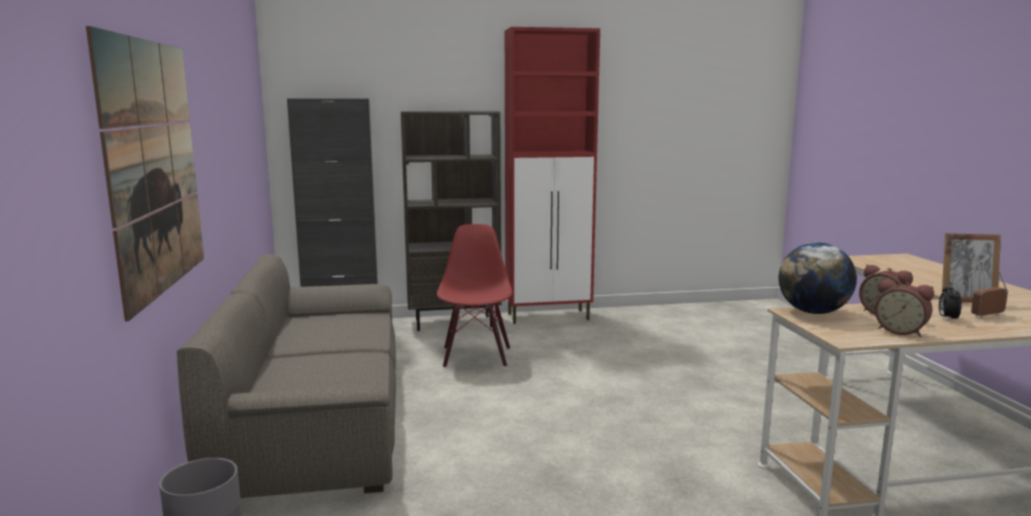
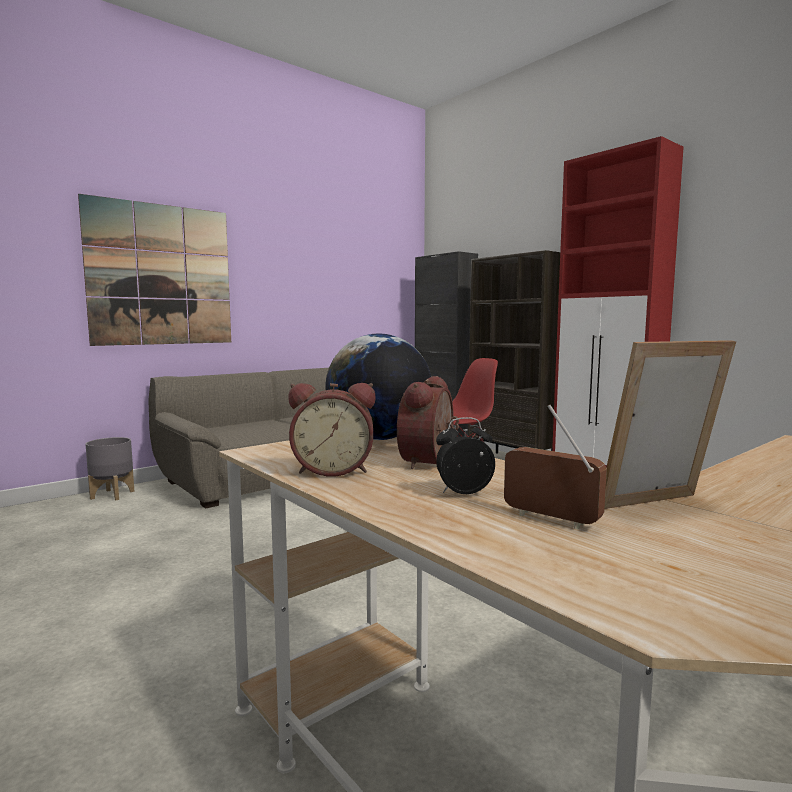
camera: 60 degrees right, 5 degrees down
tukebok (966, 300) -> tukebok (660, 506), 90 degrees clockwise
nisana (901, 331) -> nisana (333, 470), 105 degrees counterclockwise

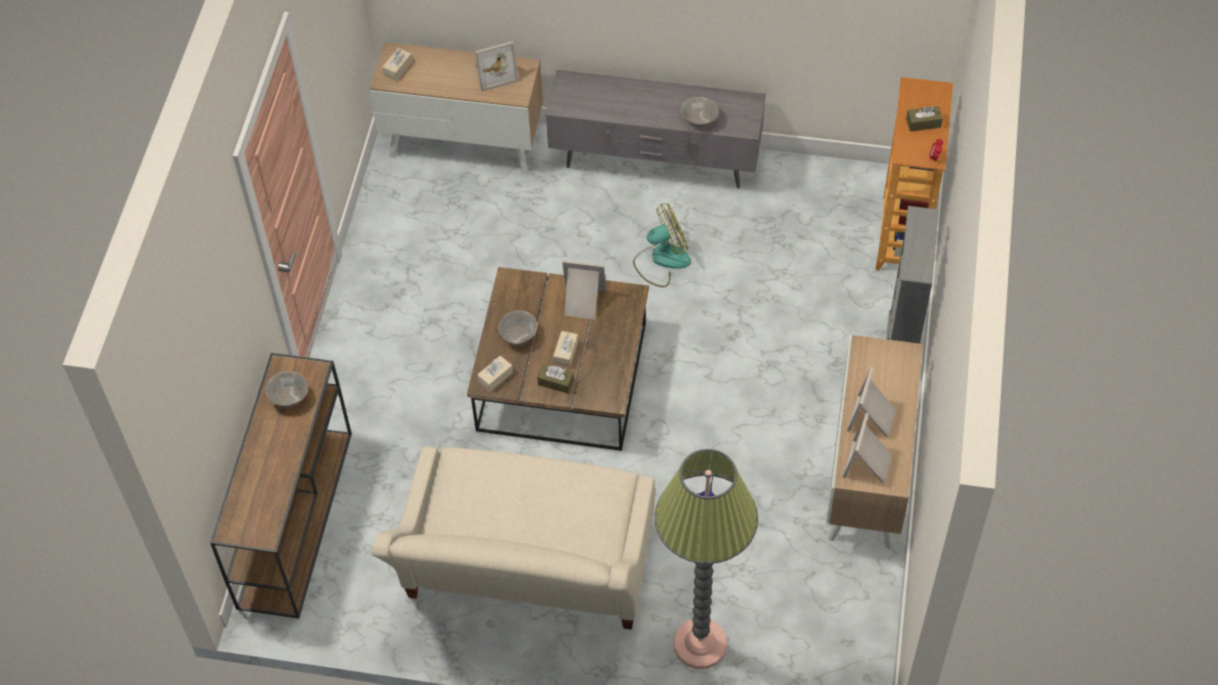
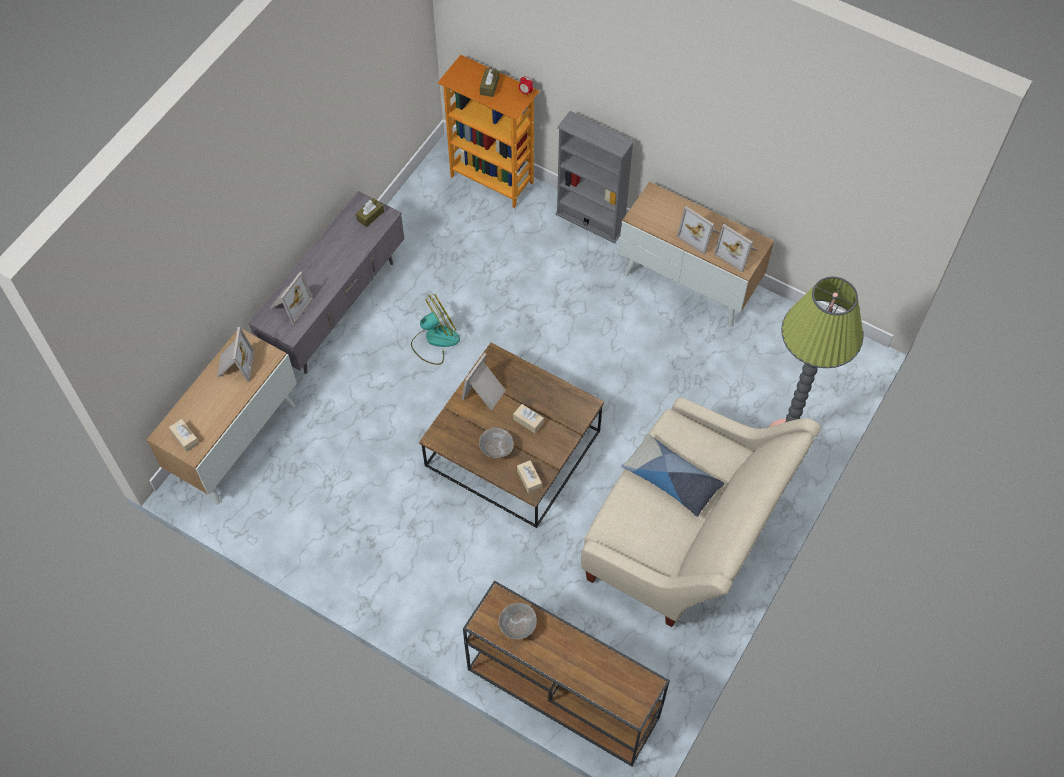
camera: 70 degrees left, 5 degrees up
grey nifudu (699, 120) -> none
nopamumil (661, 260) -> nopamumil (435, 340), 60 degrees clockwise
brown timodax (556, 382) -> brown timodax (370, 216), moved
none -> tukebok (289, 304)
none -> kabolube (671, 479)

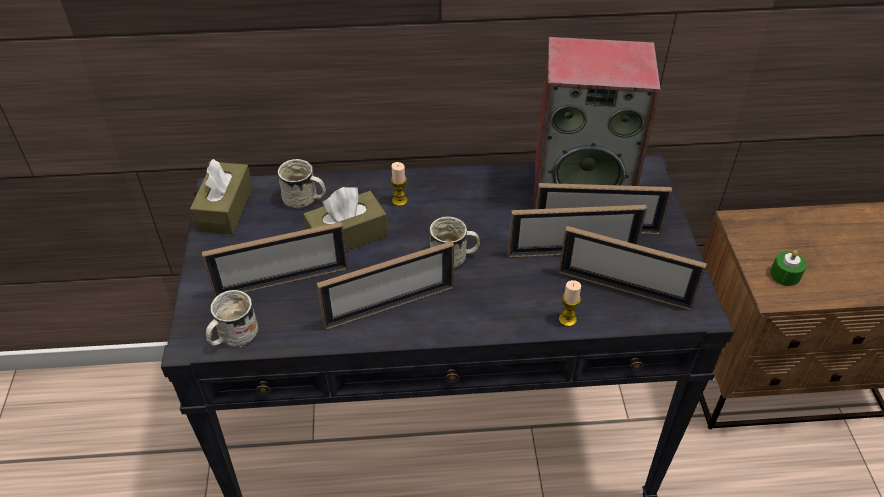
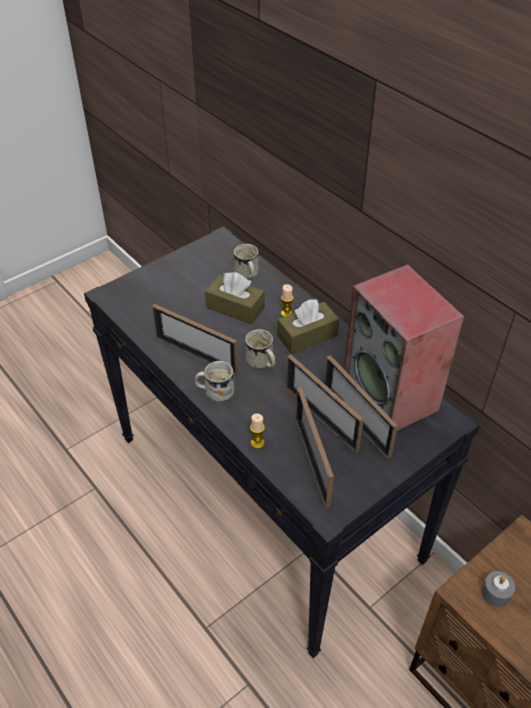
camera: 55 degrees right, 0 degrees up
brown timodax (225, 208) -> brown timodax (307, 336), moved
tukebok (282, 281) -> none
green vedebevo (785, 274) -> grey vedebevo (495, 593)
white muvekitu (232, 337) -> white muvekitu (215, 391), moved

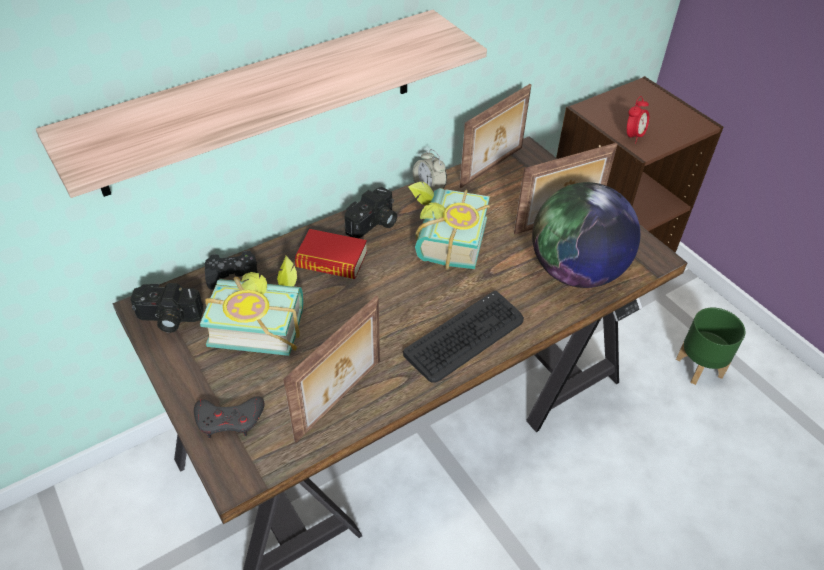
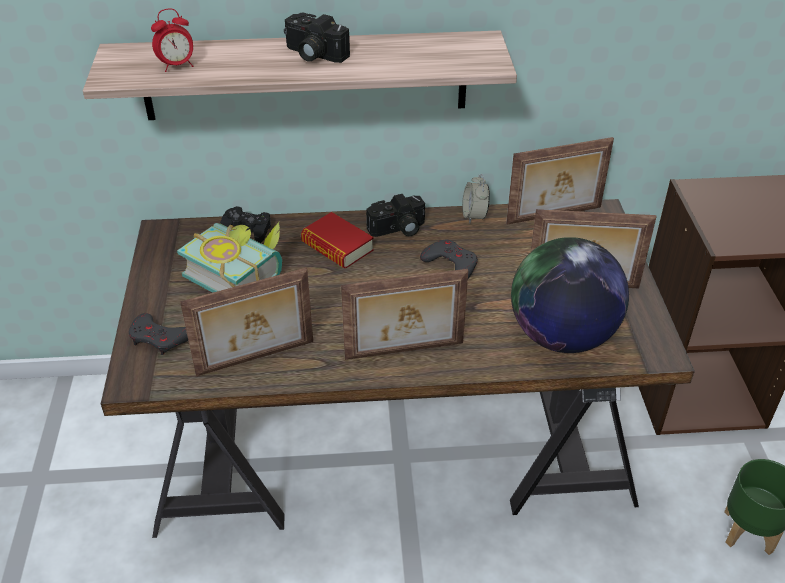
camera: 30 degrees right, 5 degrees down
nisana (633, 136) -> nisana (177, 66), moved
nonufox (442, 241) -> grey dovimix (451, 264)
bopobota (168, 319) -> bopobota (313, 54), moved
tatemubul (465, 337) -> tukebok (404, 352)

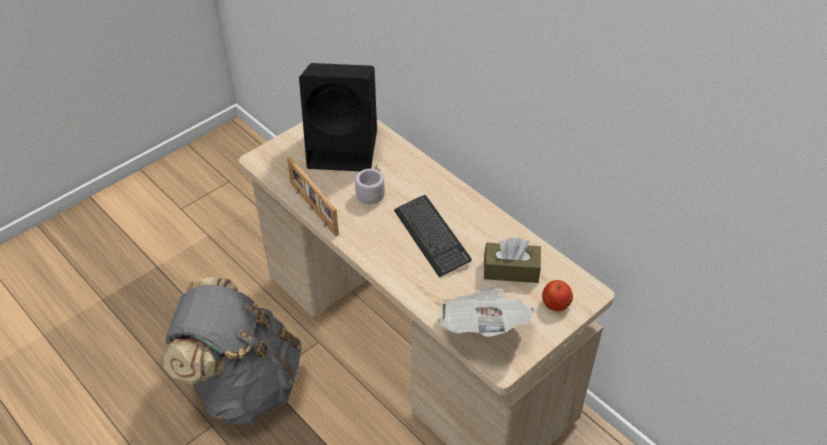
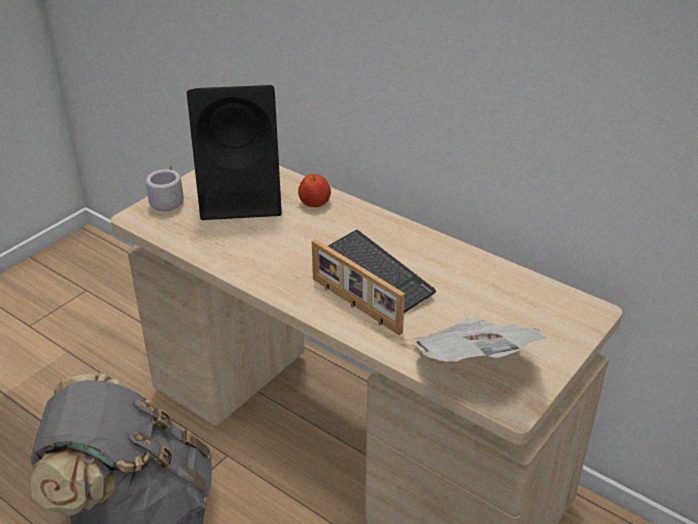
camera: 10 degrees left, 10 degrees down
tukebok (312, 208) -> tukebok (354, 306), moved
grey muvekitu (370, 192) -> grey muvekitu (166, 201), moved
brown timodax (511, 270) -> none
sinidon (556, 303) -> sinidon (314, 202), moved

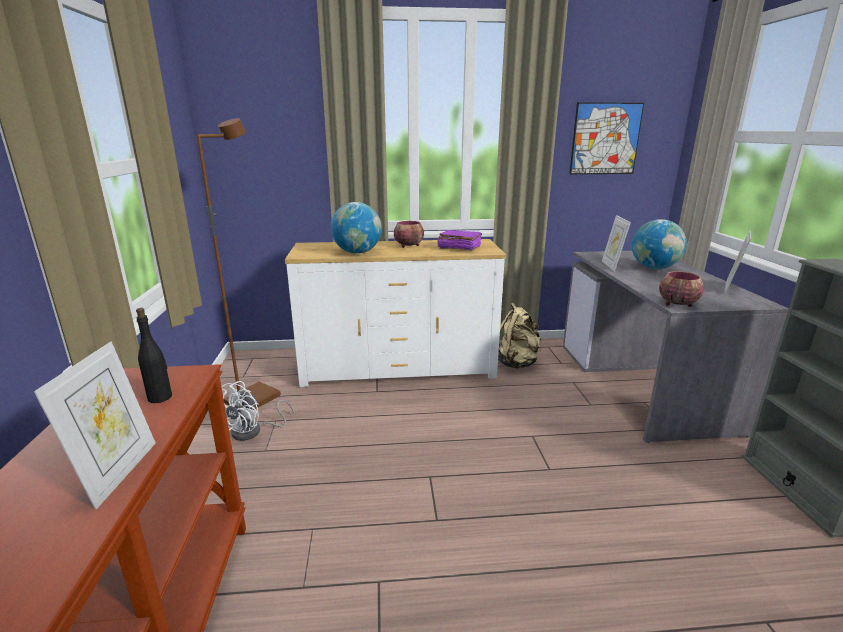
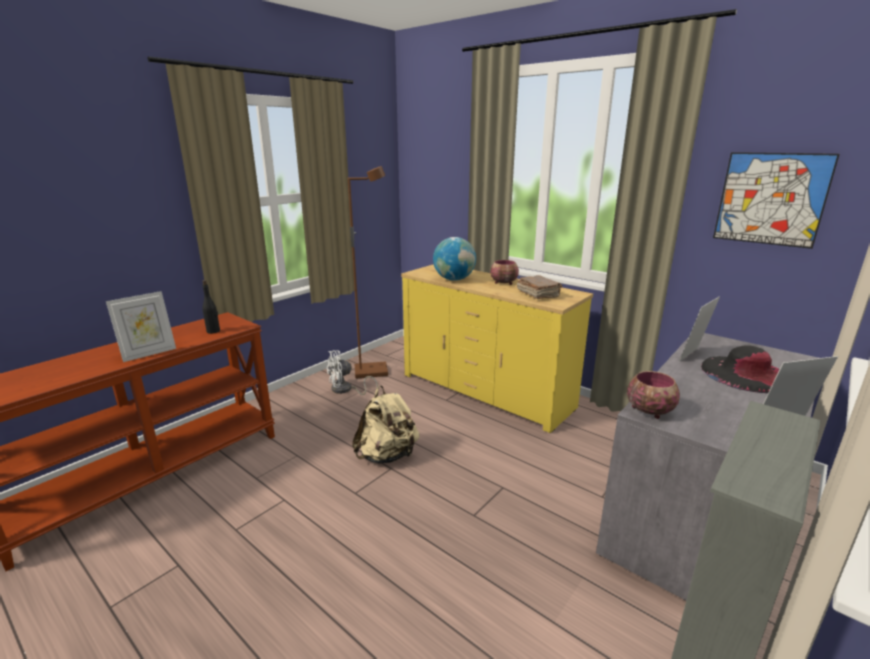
camera: 45 degrees right, 0 degrees up
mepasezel (654, 268) -> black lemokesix (745, 374)
purple nonufox (459, 248) -> brown nonufox (538, 294)
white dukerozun (398, 368) -> yellow dukerozun (486, 391)
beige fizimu (517, 363) -> beige fizimu (387, 455), moved

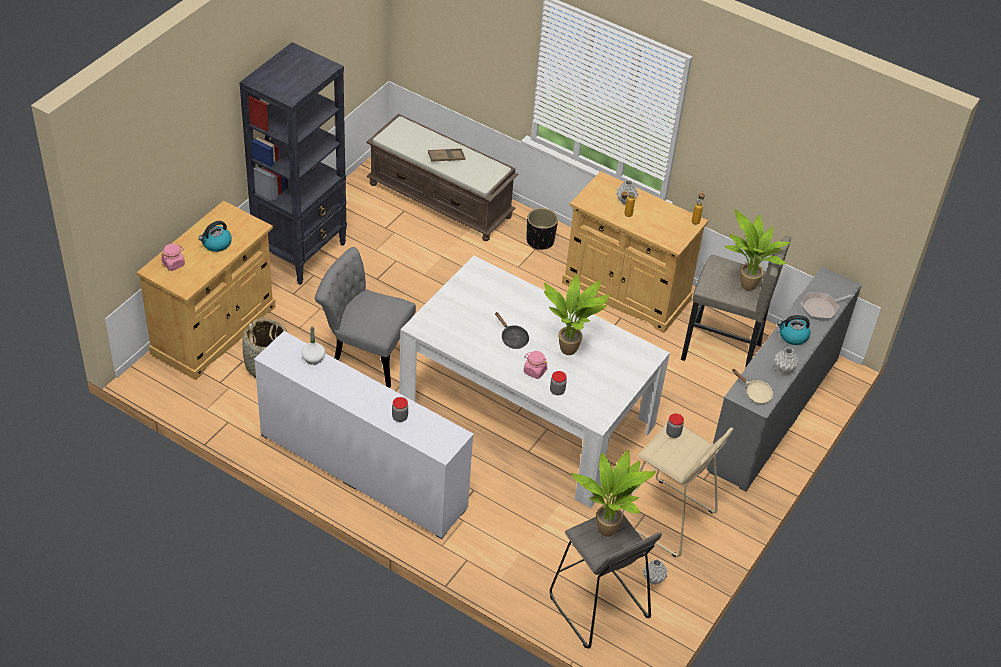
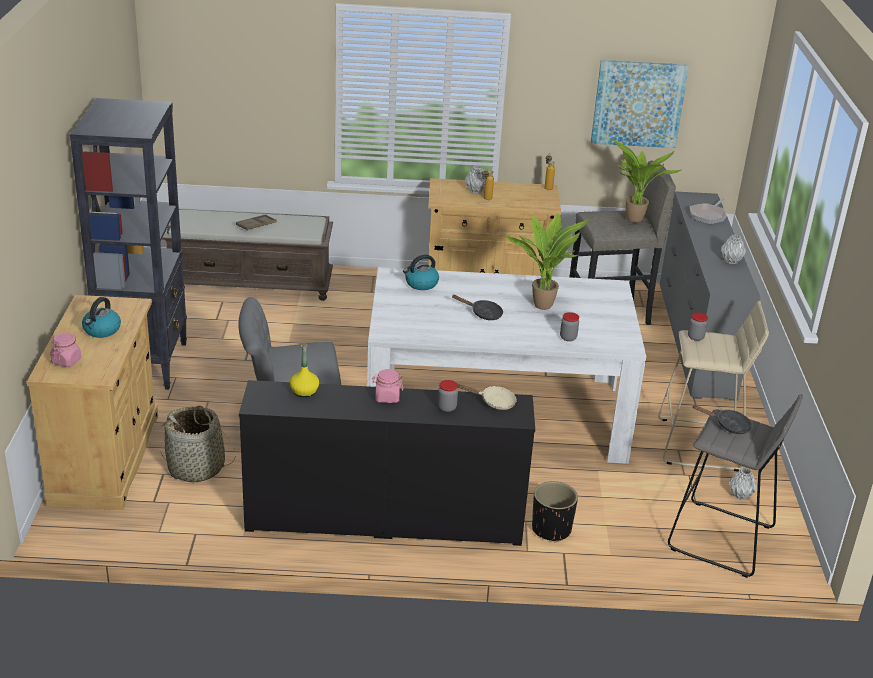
camera: 30 degrees left, 15 degrees down
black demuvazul (540, 241) -> black demuvazul (551, 529), moved
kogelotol (792, 336) -> kogelotol (421, 284), moved
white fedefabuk (313, 358) -> yellow fedefabuk (304, 391)
white dukerozun (363, 470) -> black dukerozun (384, 519)
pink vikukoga (534, 371) -> pink vikukoga (387, 397), moved
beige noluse (755, 393) -> beige noluse (494, 402), moved
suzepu (608, 527) -> black noluse (728, 425)
none -> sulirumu (638, 103)

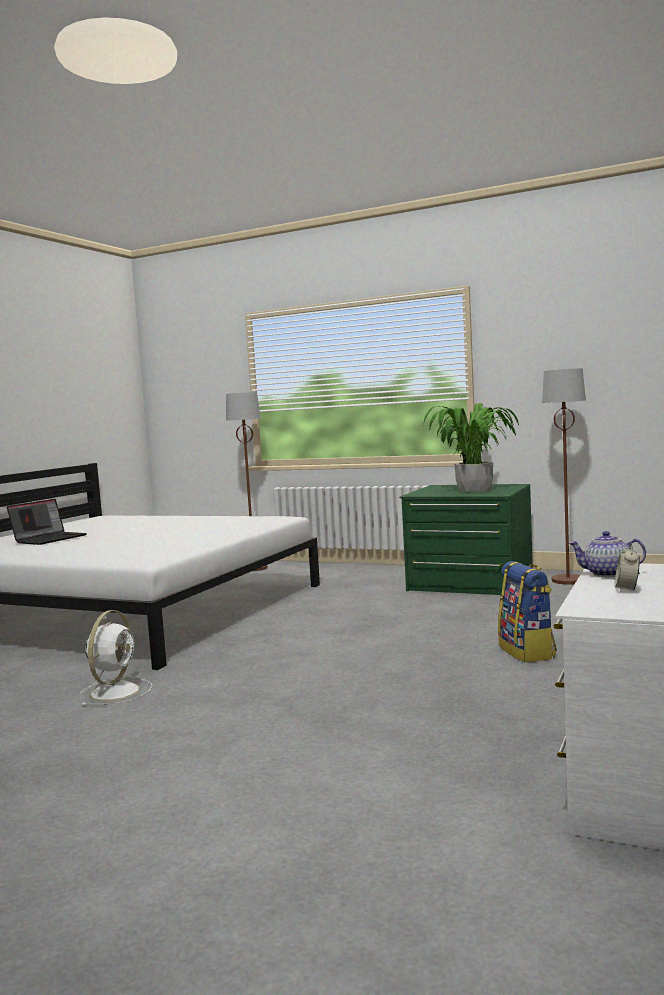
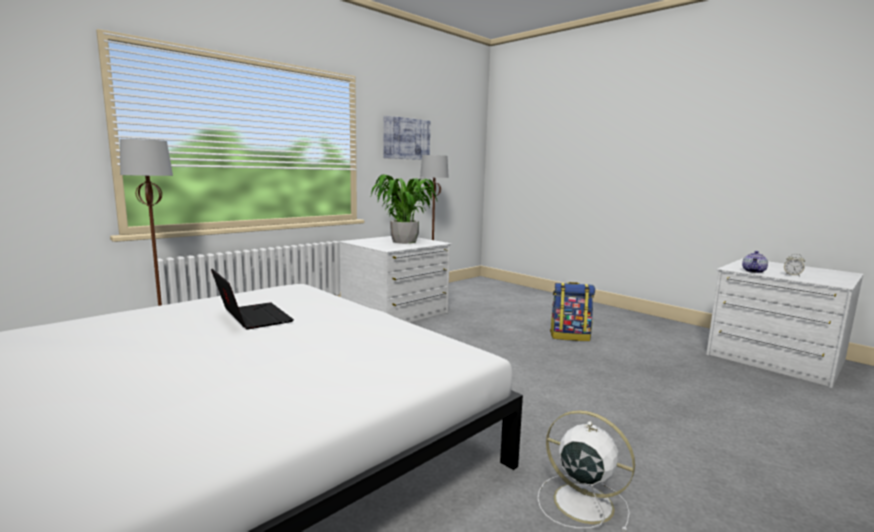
camera: 70 degrees left, 5 degrees up
green dukerozun (470, 583) -> white dukerozun (395, 312)
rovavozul (49, 539) -> rovavozul (251, 317), moved
none -> sulirumu (406, 138)

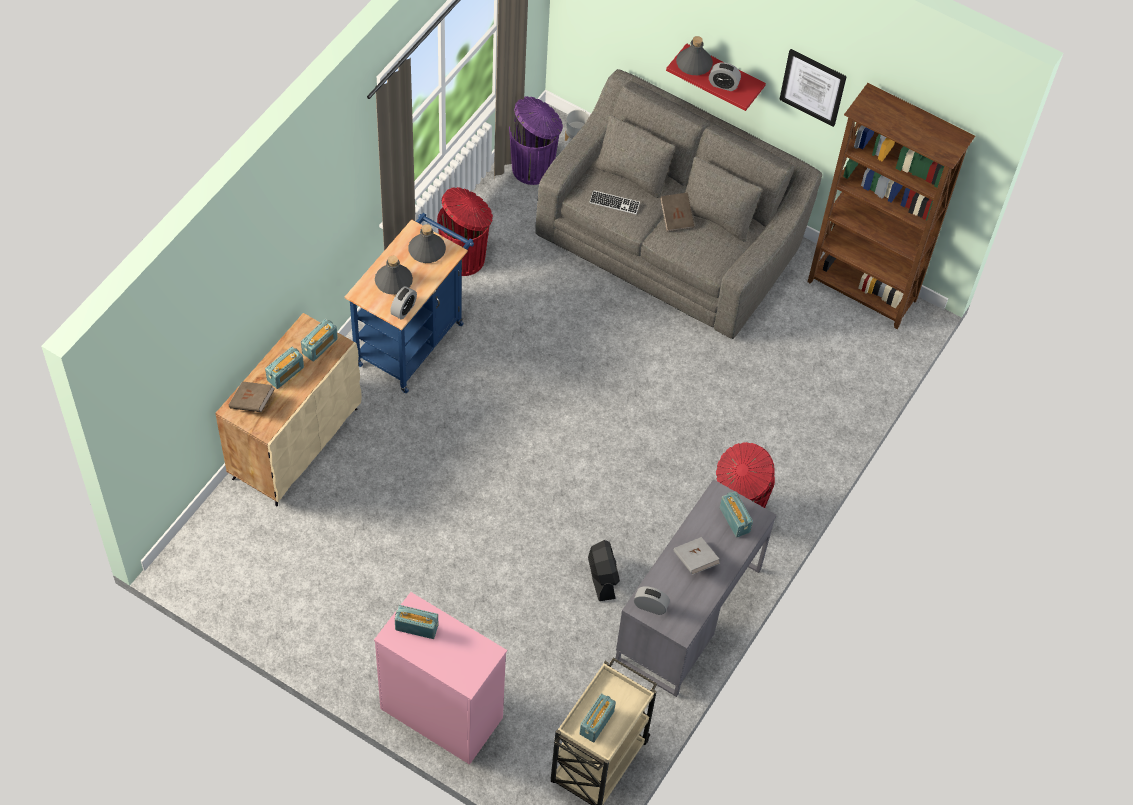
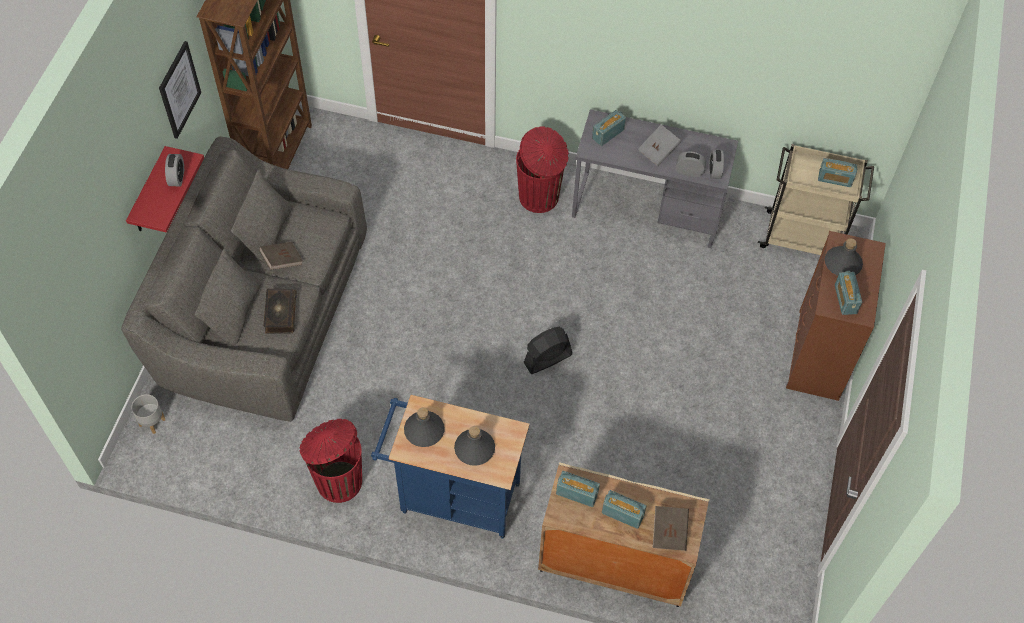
camera: 105 degrees left, 0 degrees up
grey fedefabuk (694, 64) -> grey fedefabuk (842, 263), moved
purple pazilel (534, 168) -> none
tatemubul (614, 203) -> nonufox (280, 314)
nisana (403, 309) -> nisana (689, 172), moved
black nopamumil (602, 577) -> black nopamumil (547, 359), moved
pink dukerozun (440, 712) -> brown dukerozun (818, 355)

